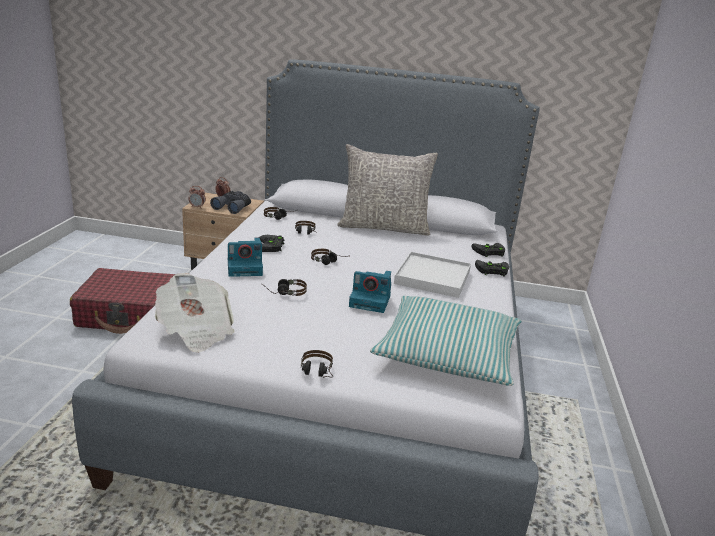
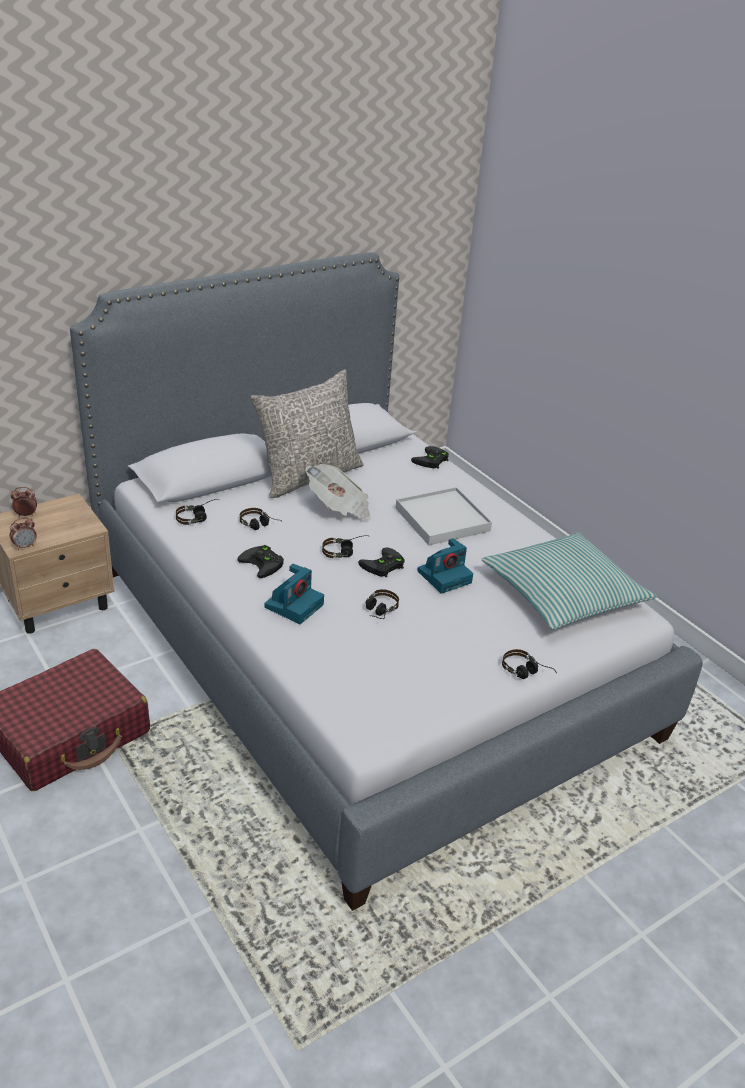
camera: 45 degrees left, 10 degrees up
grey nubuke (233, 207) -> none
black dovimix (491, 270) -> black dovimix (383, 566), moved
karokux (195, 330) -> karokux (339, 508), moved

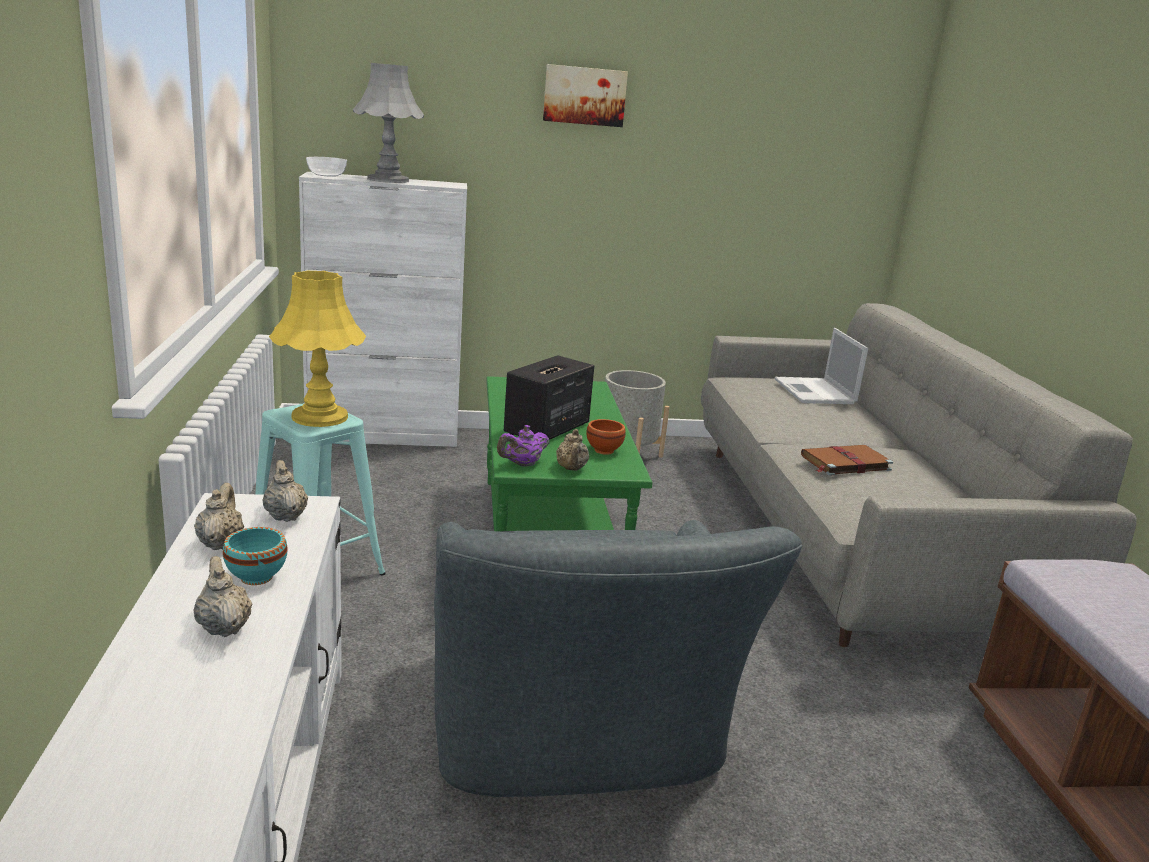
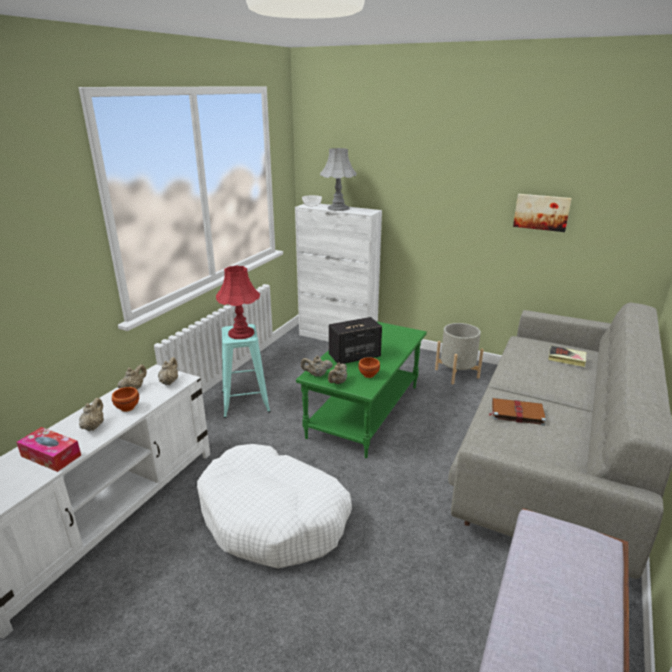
camera: 35 degrees right, 5 degrees up
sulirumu (584, 96) -> sulirumu (541, 212), moved
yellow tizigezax (319, 417) -> red tizigezax (241, 333)
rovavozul (815, 392) -> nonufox (566, 358)
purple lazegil (522, 464) -> beige lazegil (317, 375)
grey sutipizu (574, 733) -> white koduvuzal (274, 517)
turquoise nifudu (257, 578) -> brown nifudu (127, 408)
none -> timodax (51, 455)

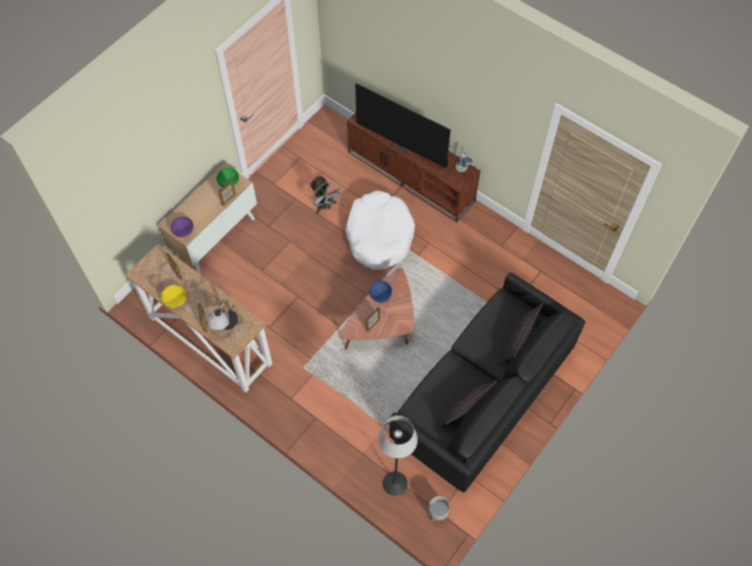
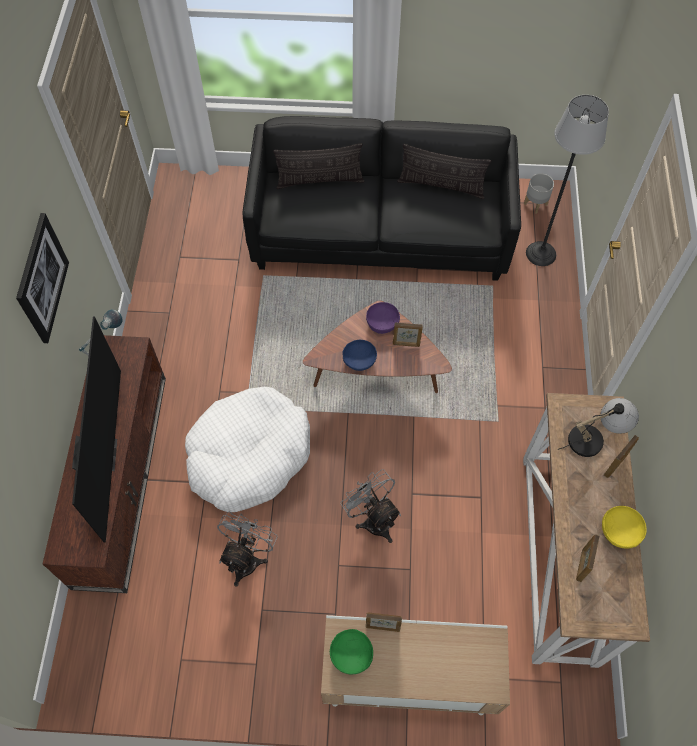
camera: 125 degrees left, 0 degrees up
purple nifudu (183, 231) -> purple nifudu (382, 323), moved
none -> sulirumu (41, 278)
none -> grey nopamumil (373, 519)

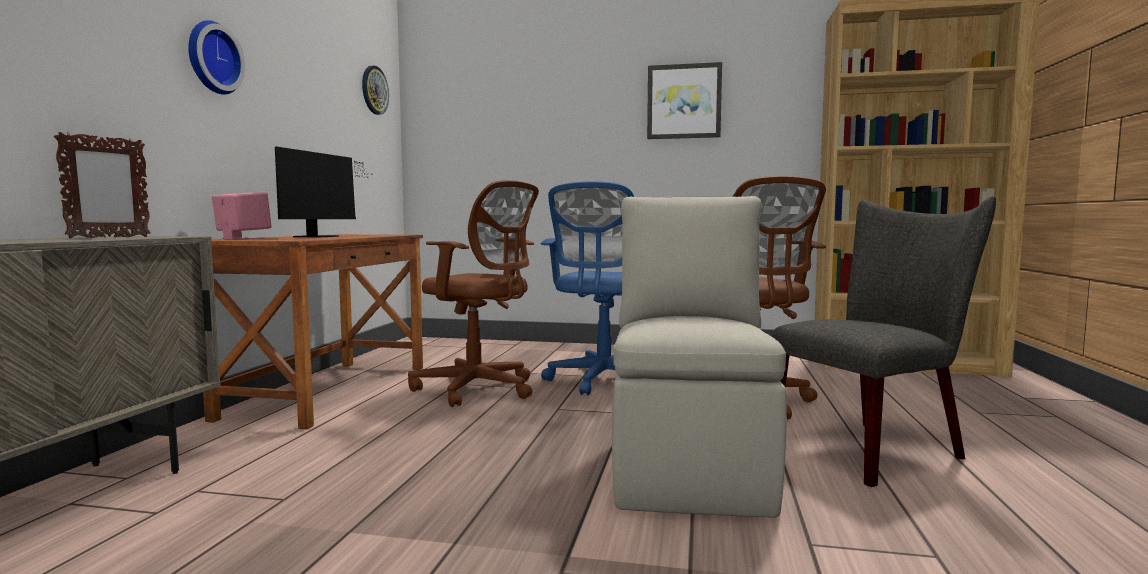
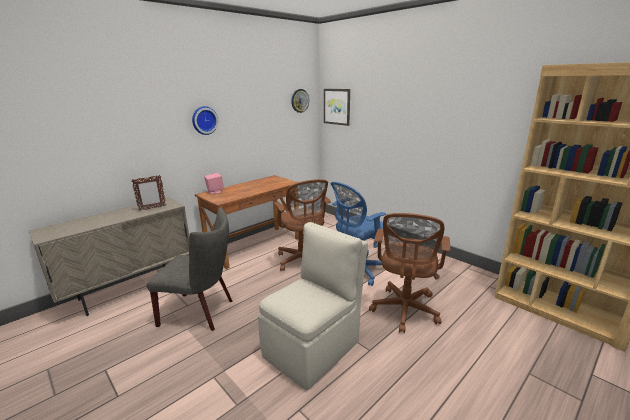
camera: 35 degrees right, 15 degrees up
sulirumu (684, 101) -> sulirumu (337, 106), moved
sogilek (321, 236) -> none
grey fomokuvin (873, 448) -> grey fomokuvin (201, 312), moved

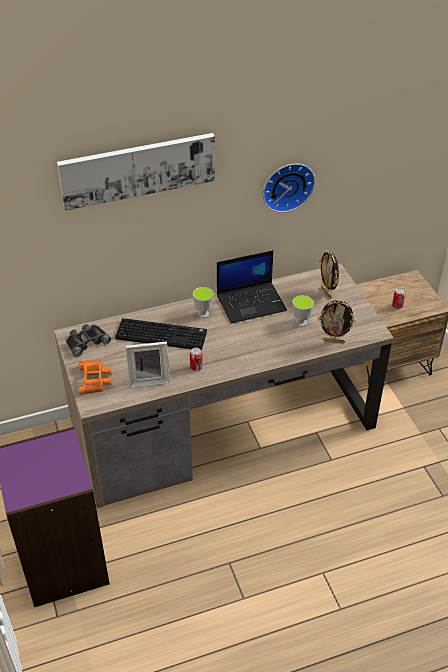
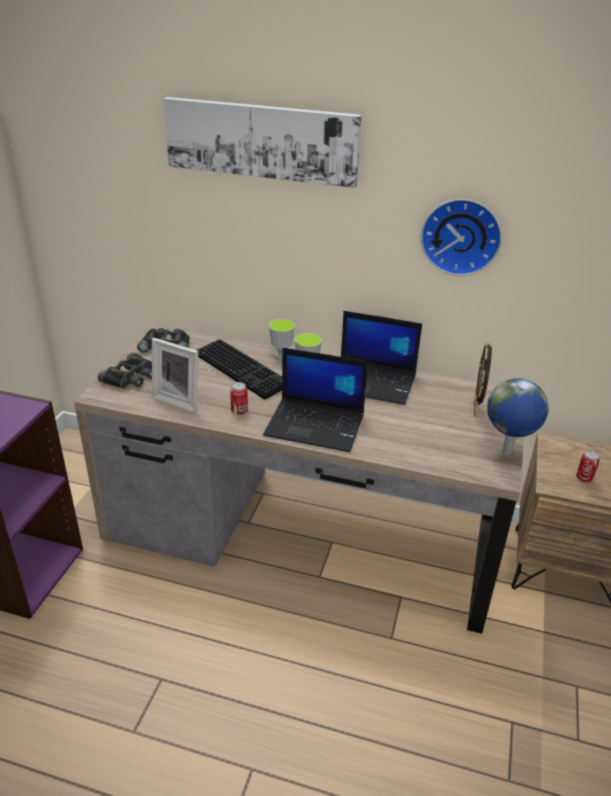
camera: 35 degrees right, 10 degrees down
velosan (301, 322) -> velosan (281, 355), moved
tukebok (334, 341) -> none
orange nubuke (95, 379) -> black nubuke (131, 377)
none -> rovavozul (316, 425)
none -> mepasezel (507, 453)

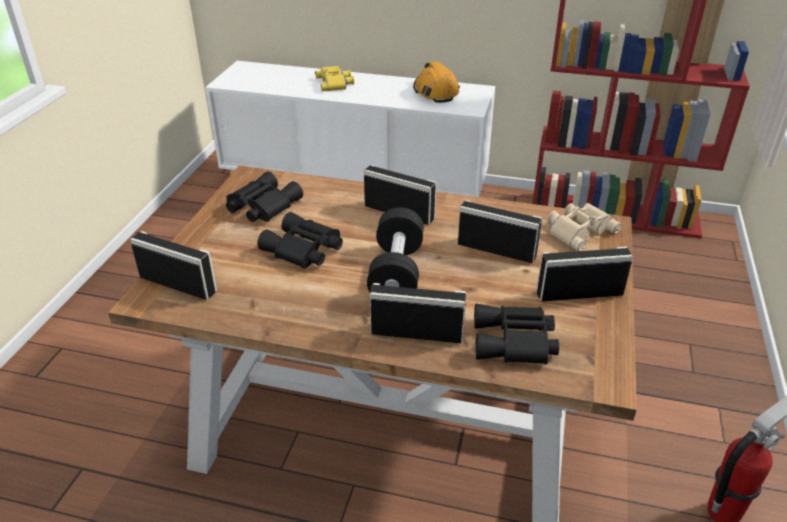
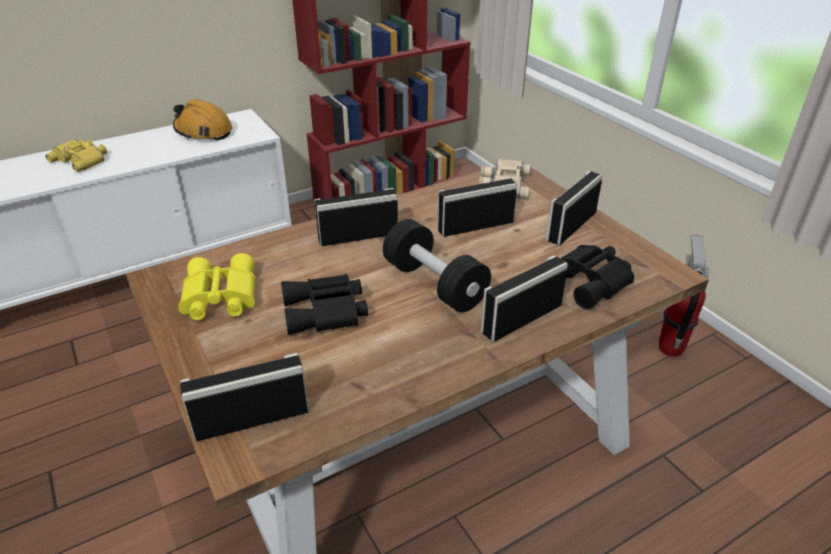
camera: 45 degrees left, 0 degrees up
black nubuke (261, 206) -> yellow nubuke (218, 297)

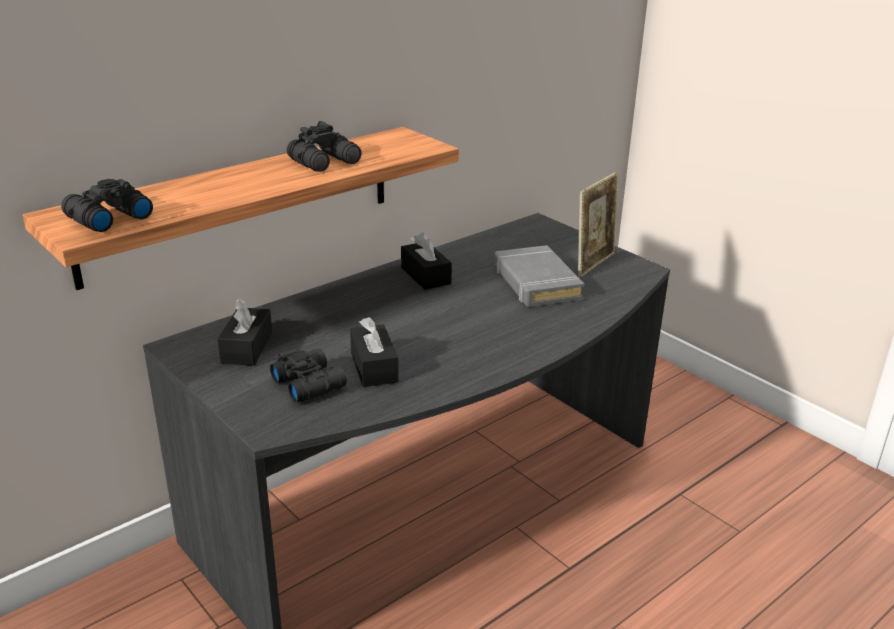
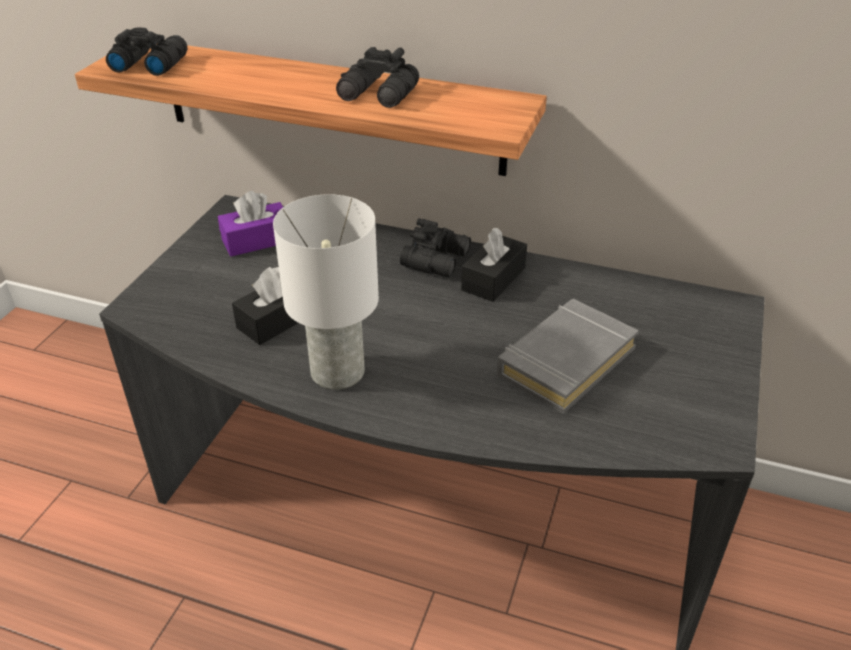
camera: 60 degrees right, 10 degrees up
tukebok (594, 264) -> none
black timodax (247, 347) -> purple timodax (257, 240)
black nubuke (309, 383) -> black nubuke (438, 260), moved
none -> white tizigezax (338, 373)

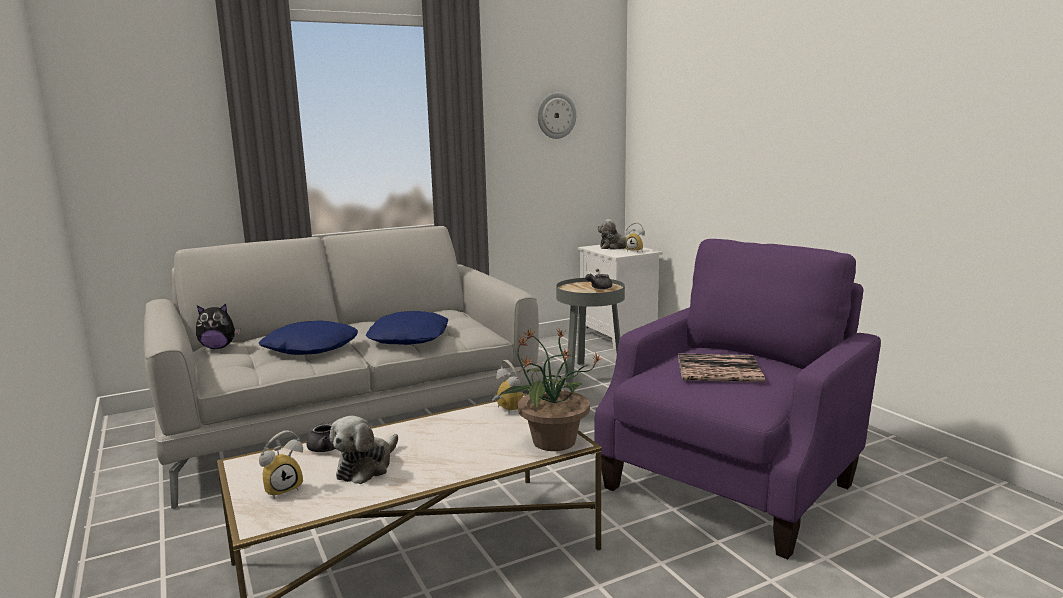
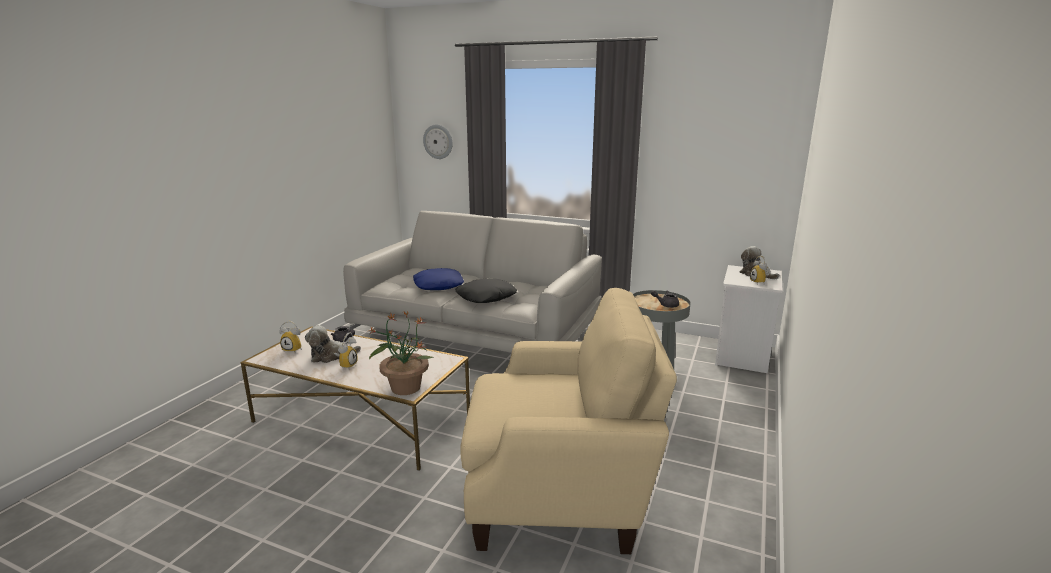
camera: 50 degrees right, 5 degrees up
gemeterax (556, 115) -> gemeterax (438, 141), moved
purple sutipizu (732, 483) -> beige sutipizu (559, 492)
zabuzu (218, 347) -> none
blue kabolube (410, 337) -> black kabolube (486, 297)
nonufox (719, 370) -> none
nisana (505, 410) -> nisana (346, 365), moved

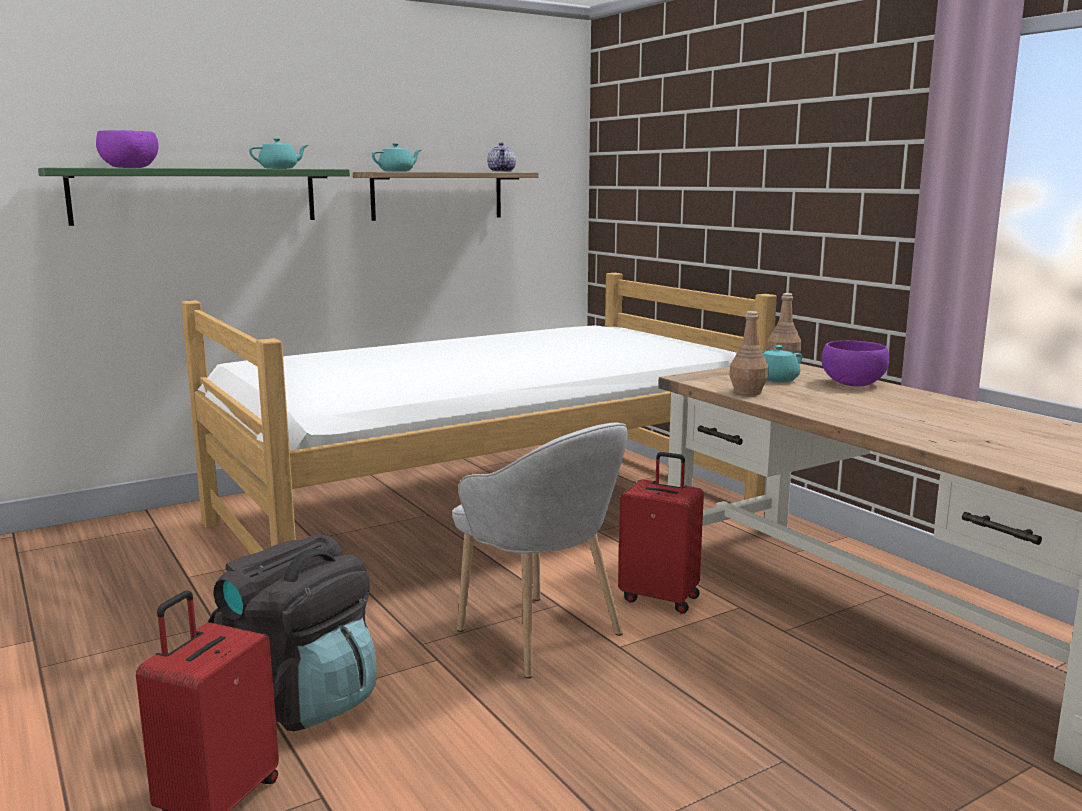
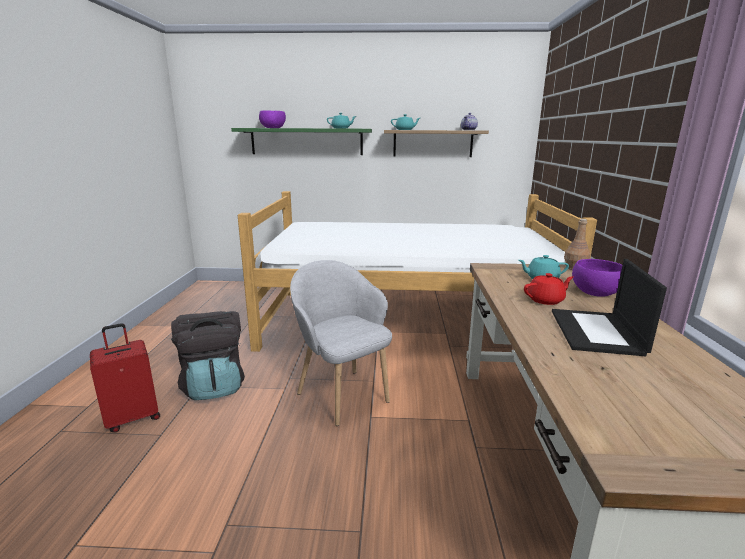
camera: 35 degrees right, 5 degrees up
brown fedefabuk (747, 392) -> none
grey sutipizu (540, 636) -> grey sutipizu (342, 394), 150 degrees clockwise
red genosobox (660, 598) -> none
none -> rovavozul (597, 332)
none -> red lazegil (546, 300)

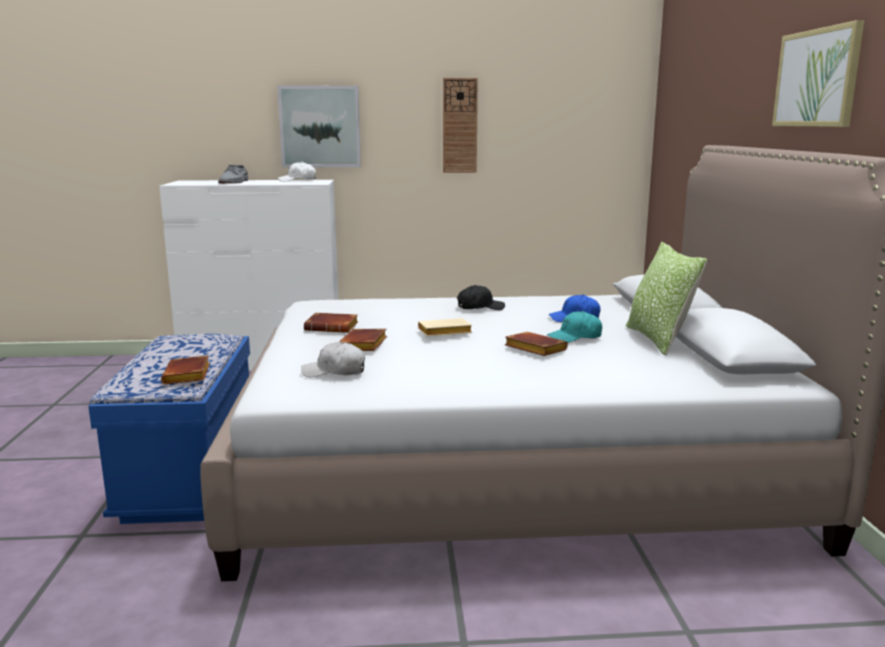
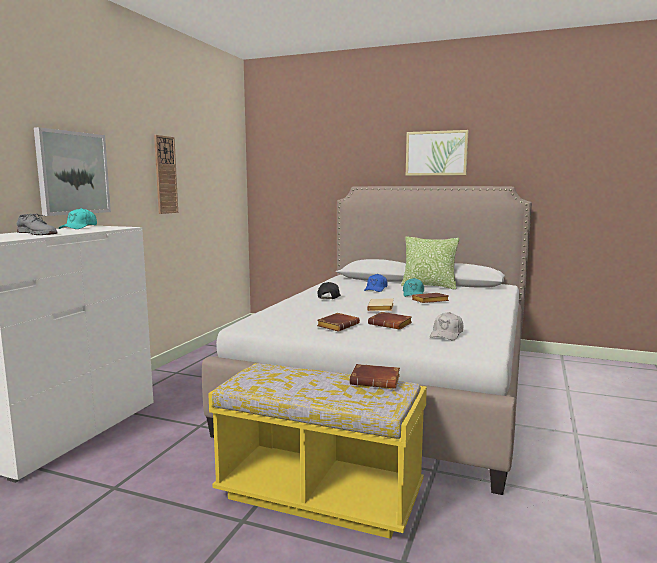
camera: 65 degrees left, 5 degrees down
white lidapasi (297, 180) -> turquoise lidapasi (79, 228)
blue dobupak (191, 477) -> yellow dobupak (319, 495)

